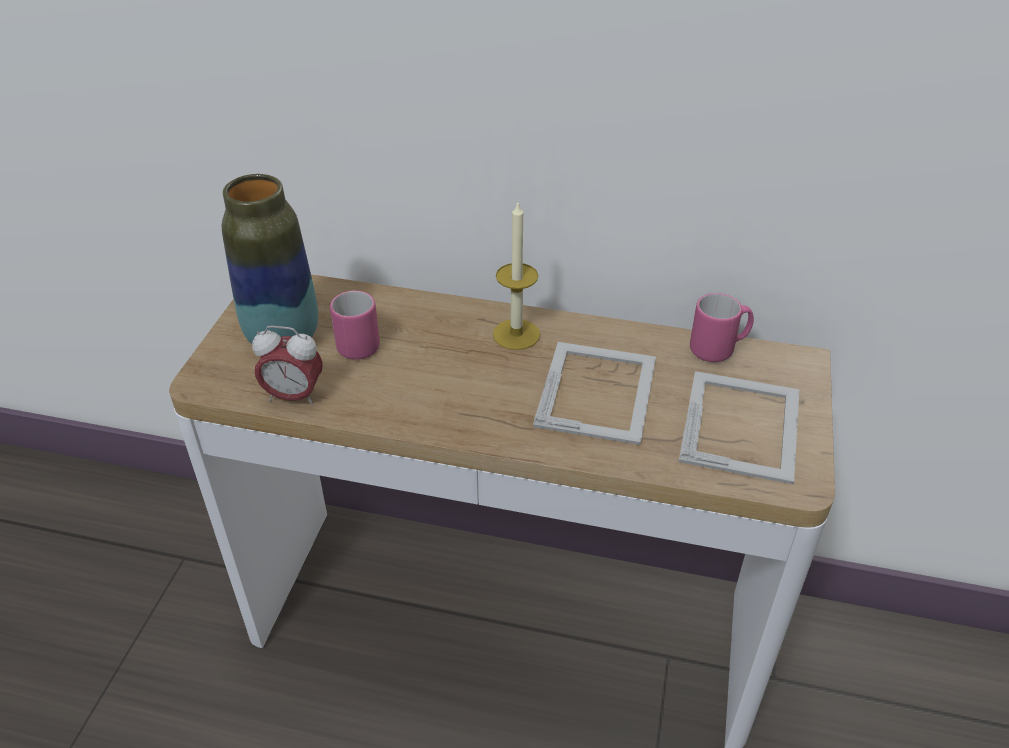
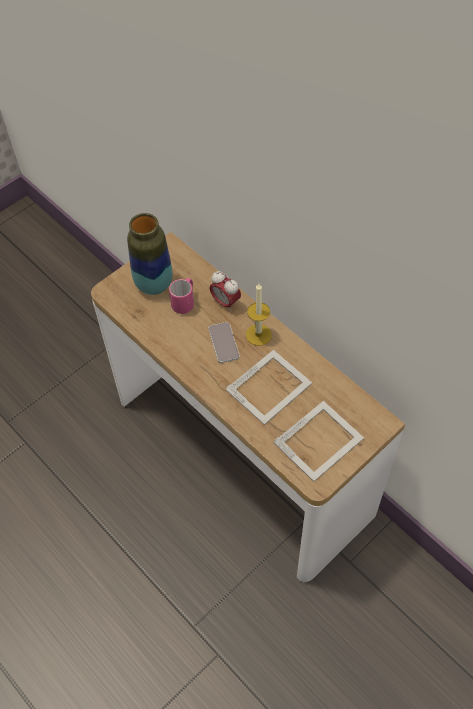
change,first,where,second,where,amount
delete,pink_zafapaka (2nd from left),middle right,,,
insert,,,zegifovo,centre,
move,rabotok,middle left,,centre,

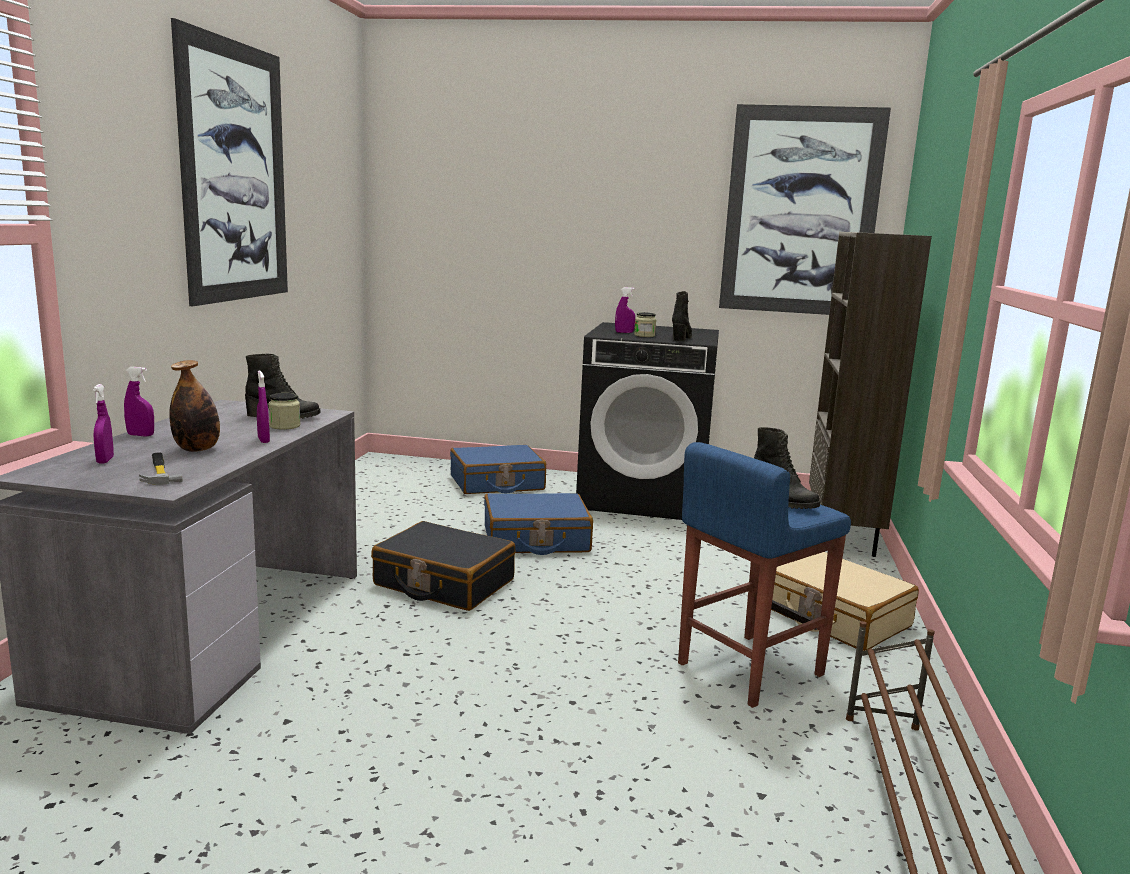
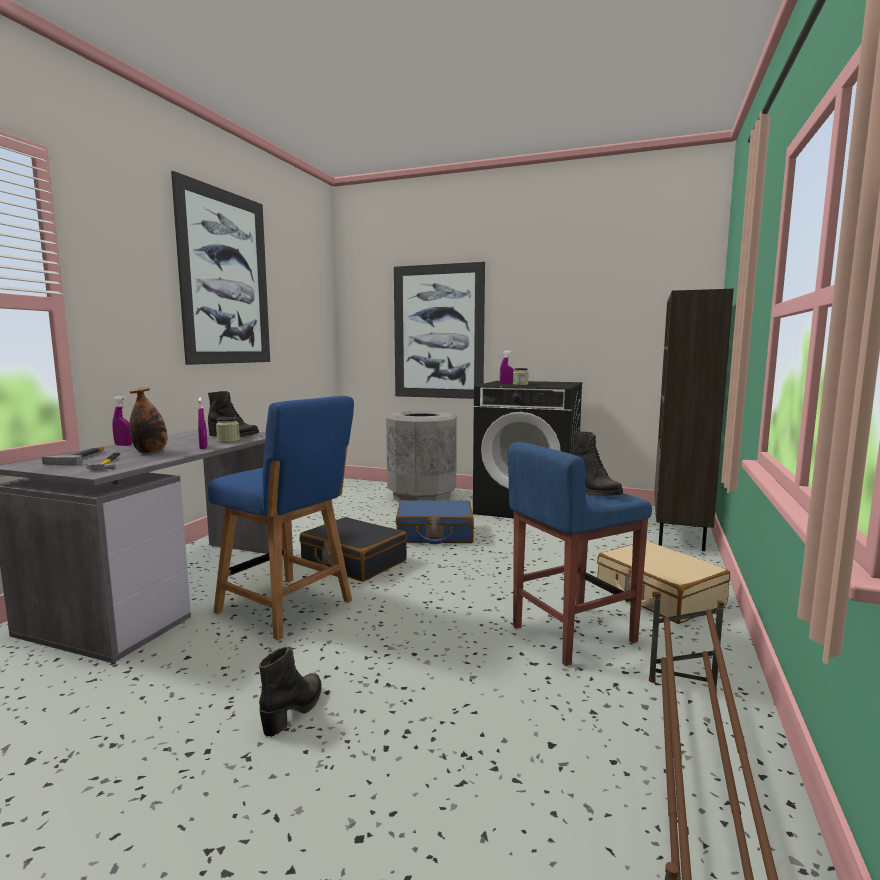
change,first,where,second,where,amount
insert,,,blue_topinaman,middle left,
move,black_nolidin (2nd from left),centre,,bottom left,
move,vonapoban (2nd from left),top right,,centre,
replace,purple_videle (1st from left),middle left,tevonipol (1st from left),middle left,
replace,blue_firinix (1st from left),centre,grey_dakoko,centre,

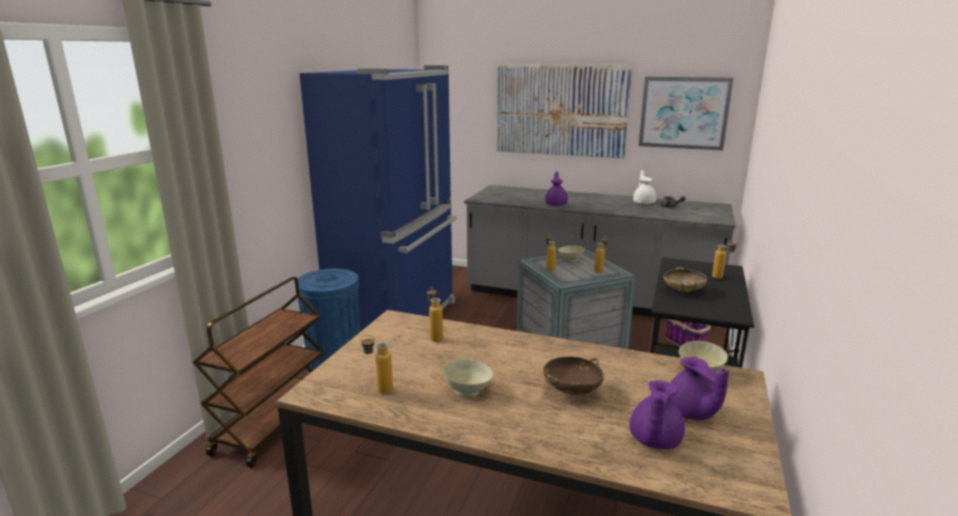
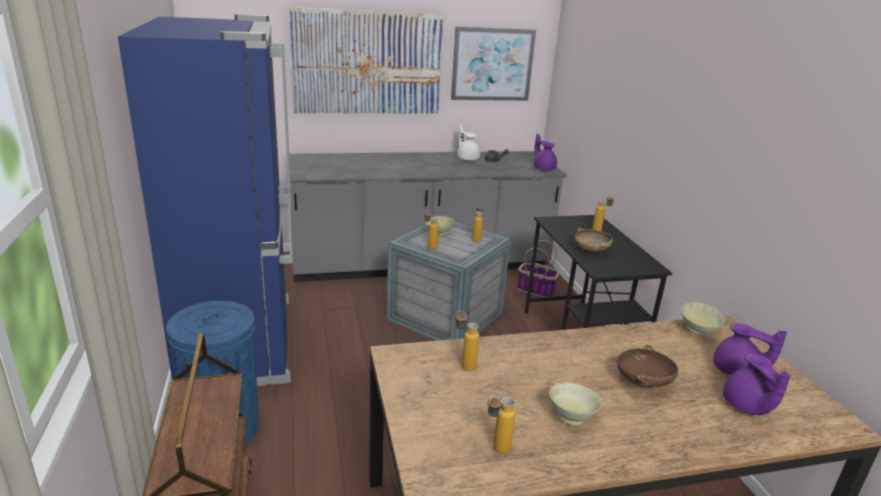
change,first,where,second,where,amount
move,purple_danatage (1st from left),centre,,top centre,

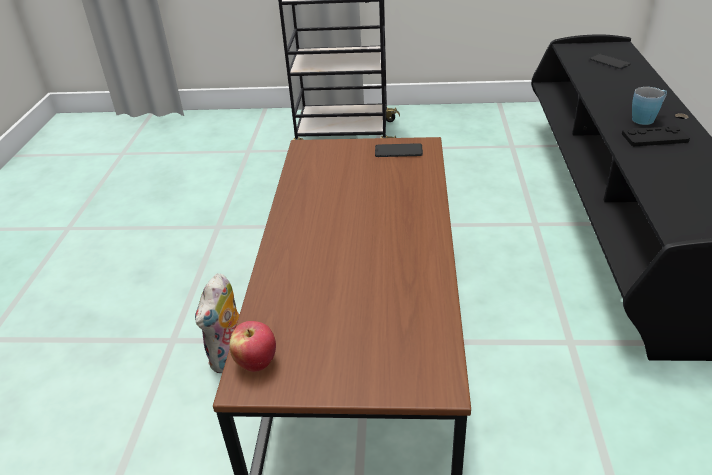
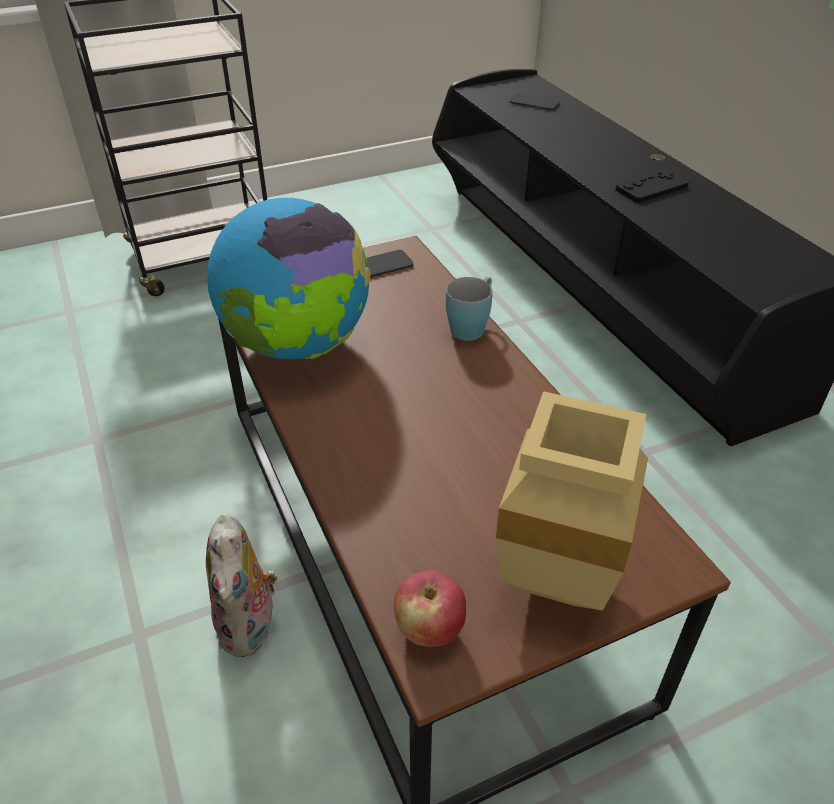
change,first,where,second,where,amount
insert,,,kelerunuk,centre,
insert,,,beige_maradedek,middle right,
move,blue_zafapaka,top right,,centre,

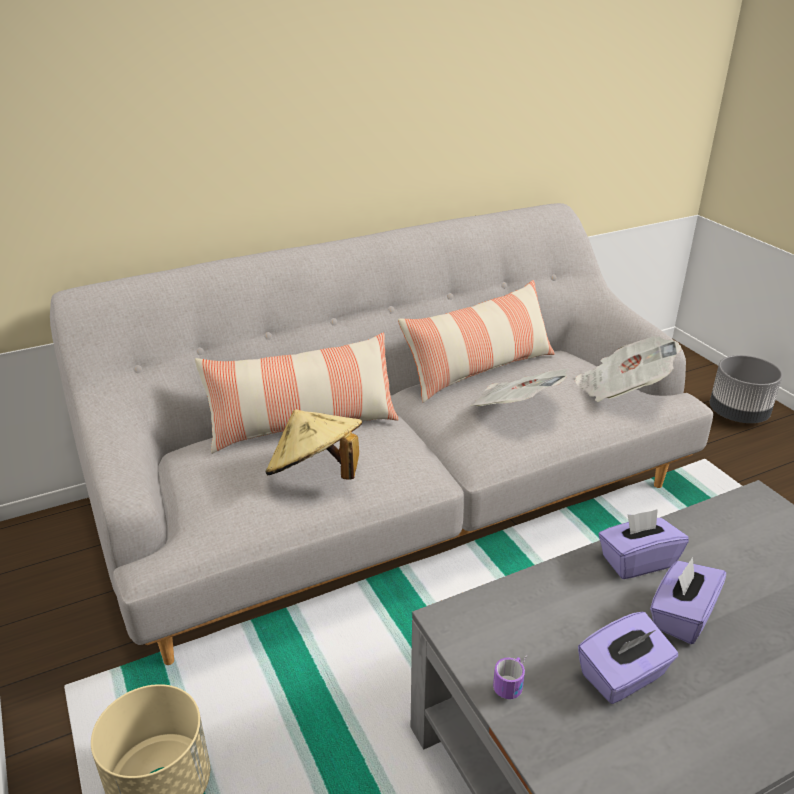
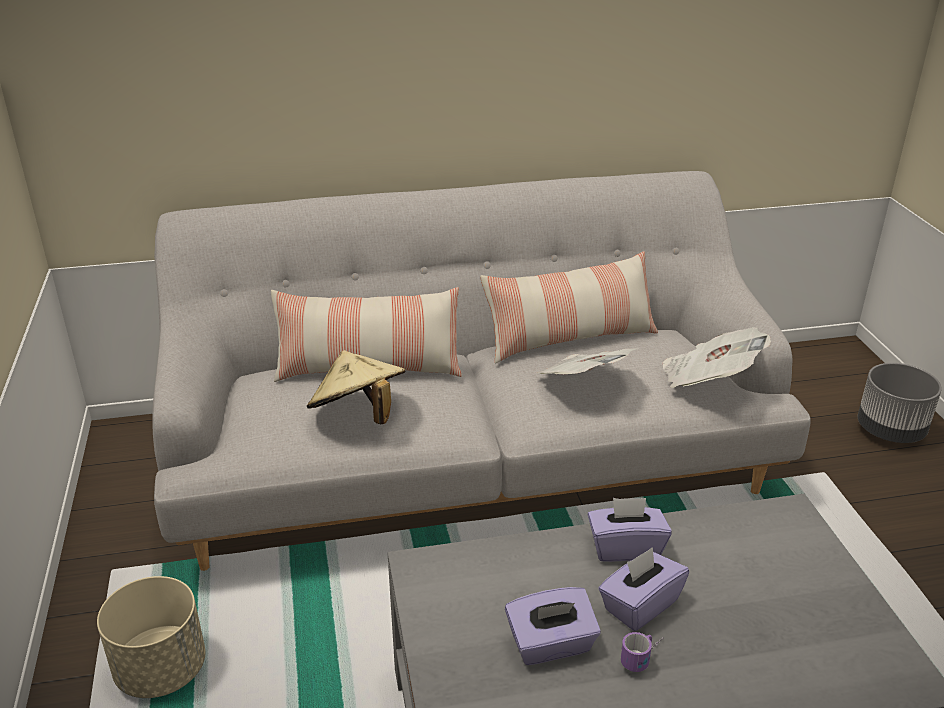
change,first,where,second,where,amount
move,zafapaka,bottom centre,,bottom right,

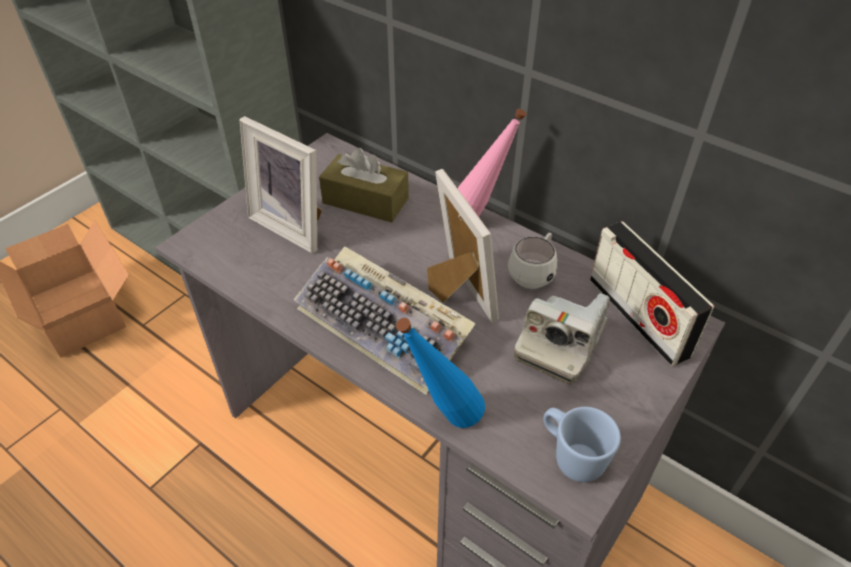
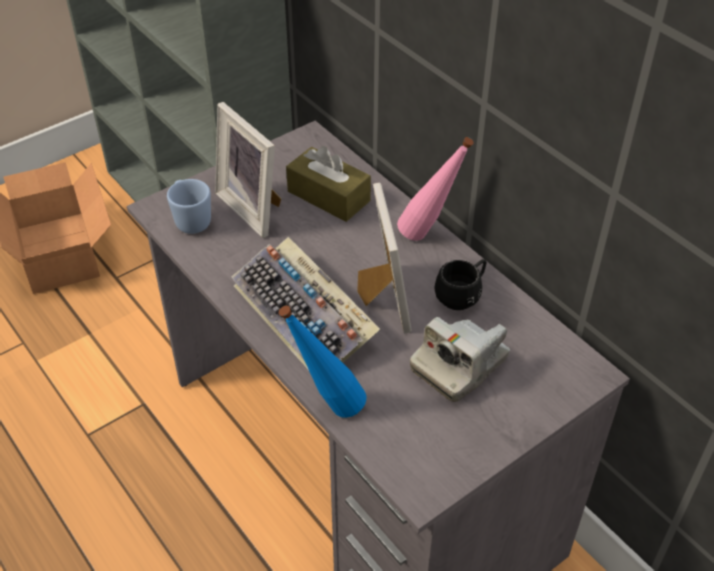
change,first,where,second,where,amount
delete,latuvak,middle right,,,
move,blue_zafapaka,bottom right,,middle left,
recolor,white_zafapaka,centre,black_zafapaka,centre,

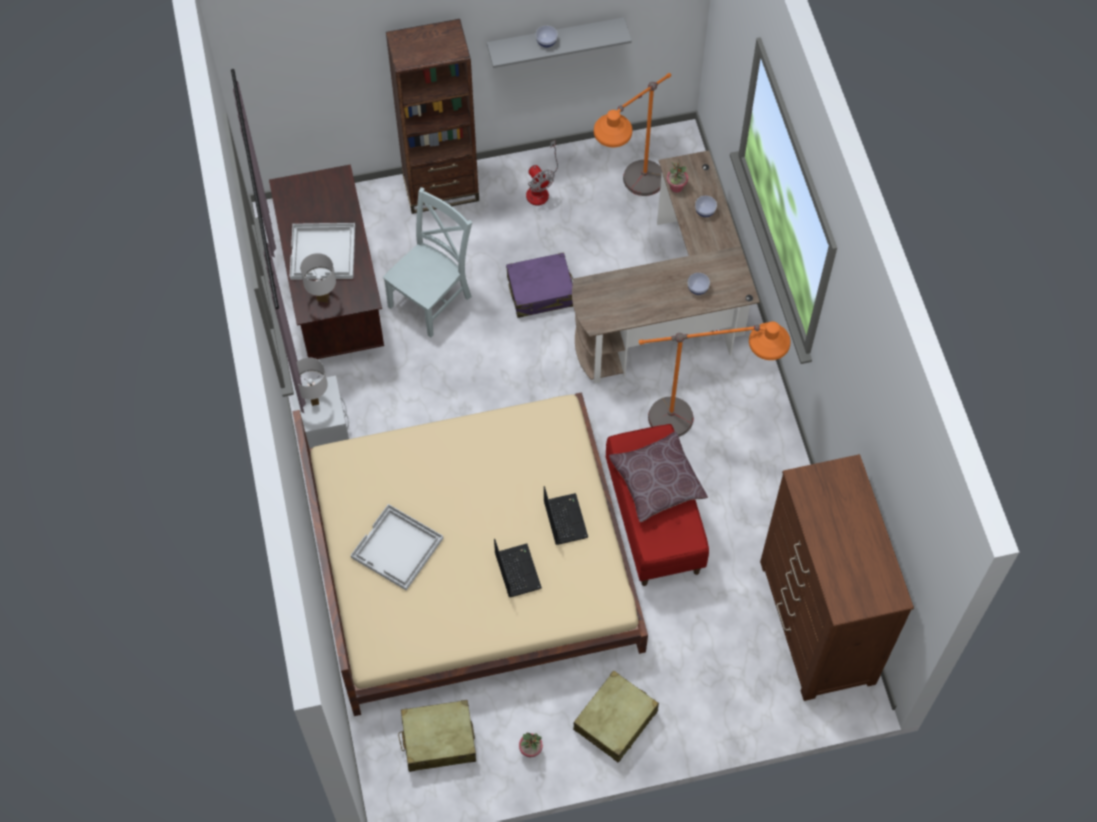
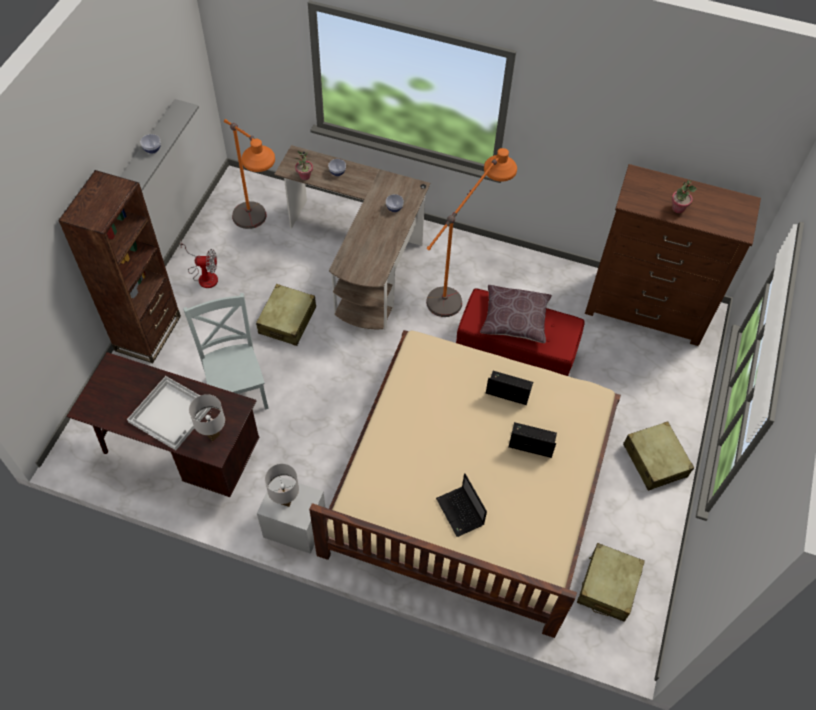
change,first,where,second,where,amount
move,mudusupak (1st from left in the first image),bottom centre,mudusupak (2nd from left),top right,
replace,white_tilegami (2nd from left),centre,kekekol (1st from left),bottom centre,
recolor,purple_firinix,centre,beige_firinix (1st from left),centre,

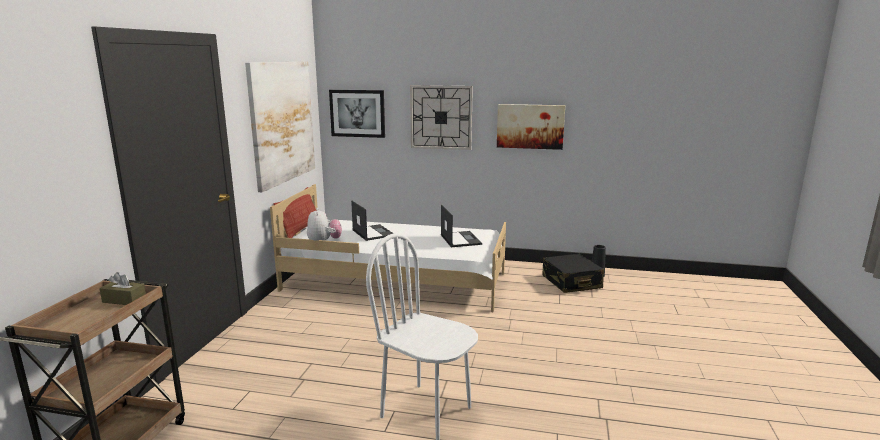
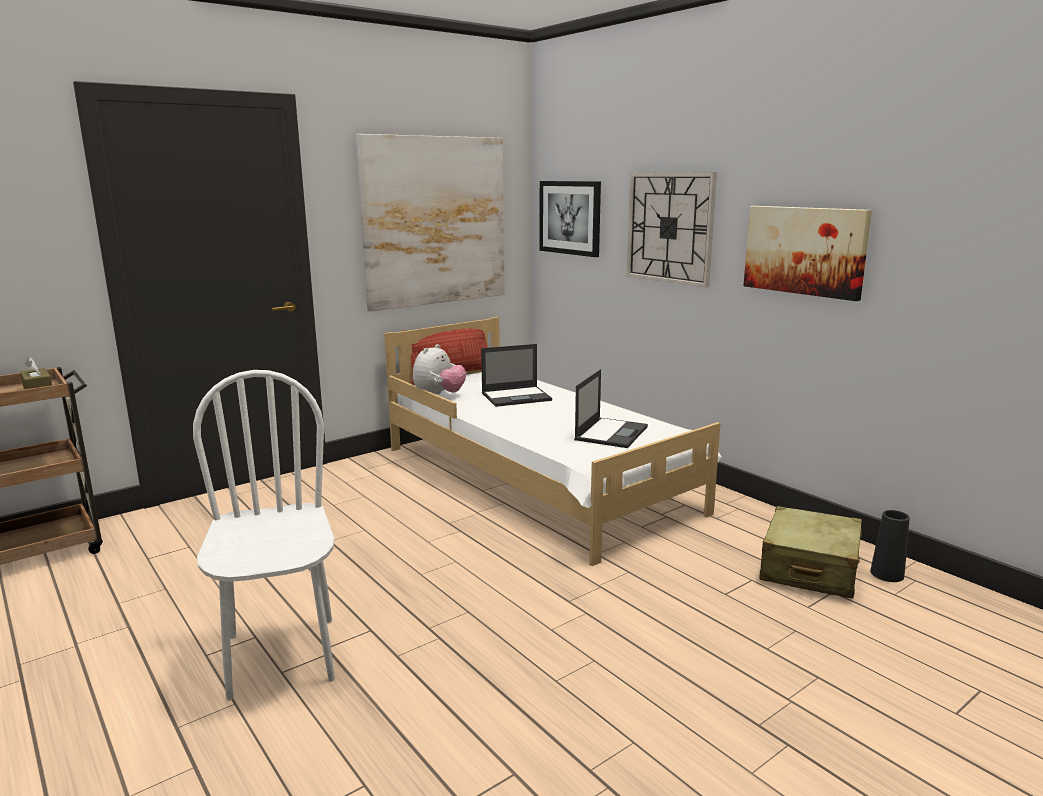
change,first,where,second,where,amount
recolor,black_firinix,centre,beige_firinix,bottom right,
rotate,kekekol (1st from left),centre,,centre,60 degrees clockwise

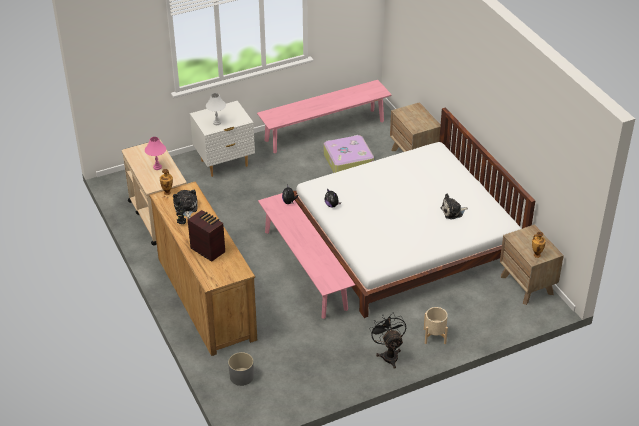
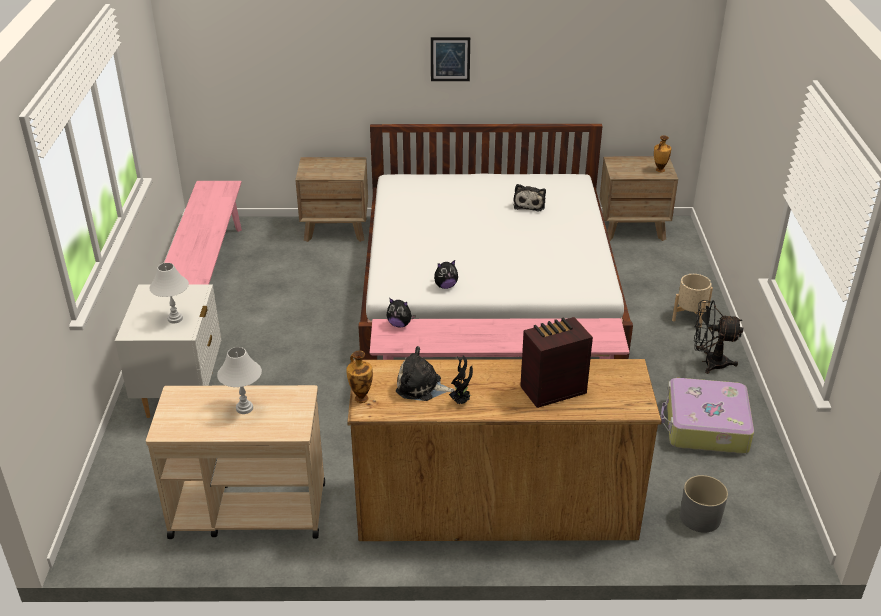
change,first,where,second,where,amount
insert,,,vonapoban,top centre,
move,firinix,centre,,bottom right,
recolor,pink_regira,middle left,white_regira (2nd from left),middle left,

